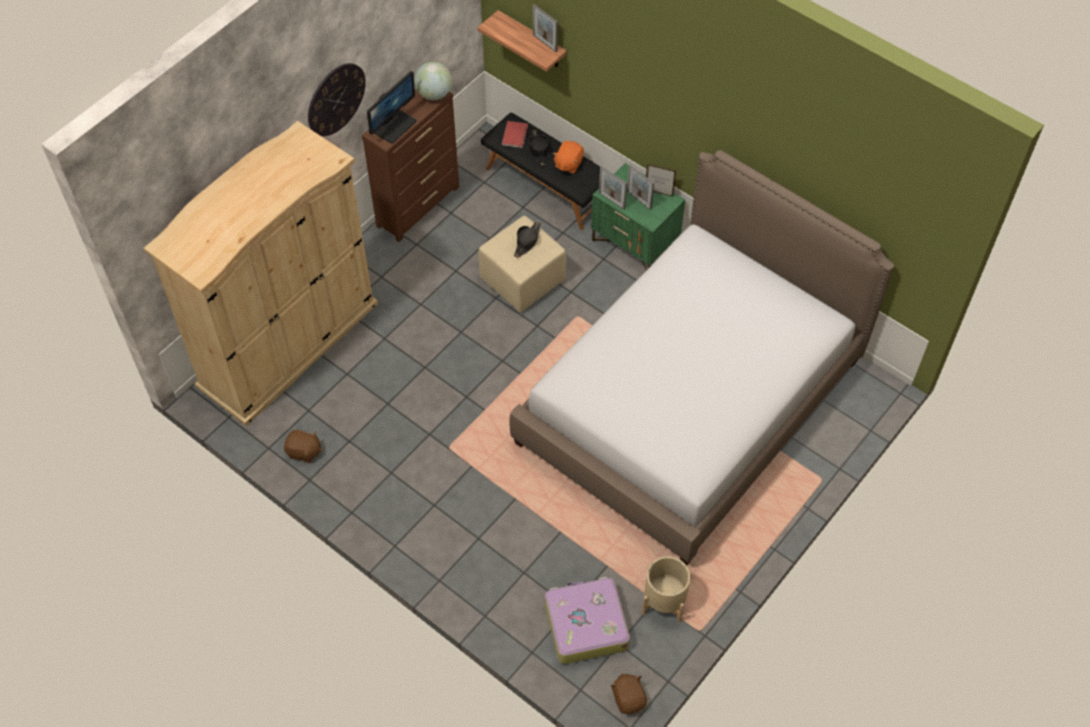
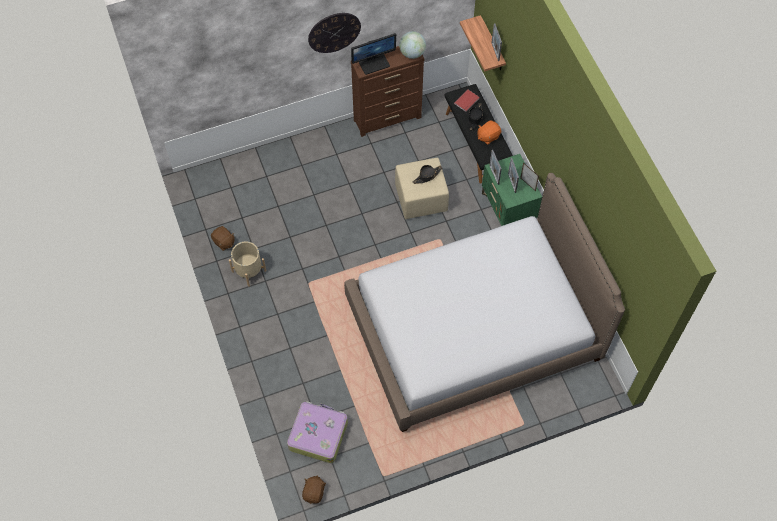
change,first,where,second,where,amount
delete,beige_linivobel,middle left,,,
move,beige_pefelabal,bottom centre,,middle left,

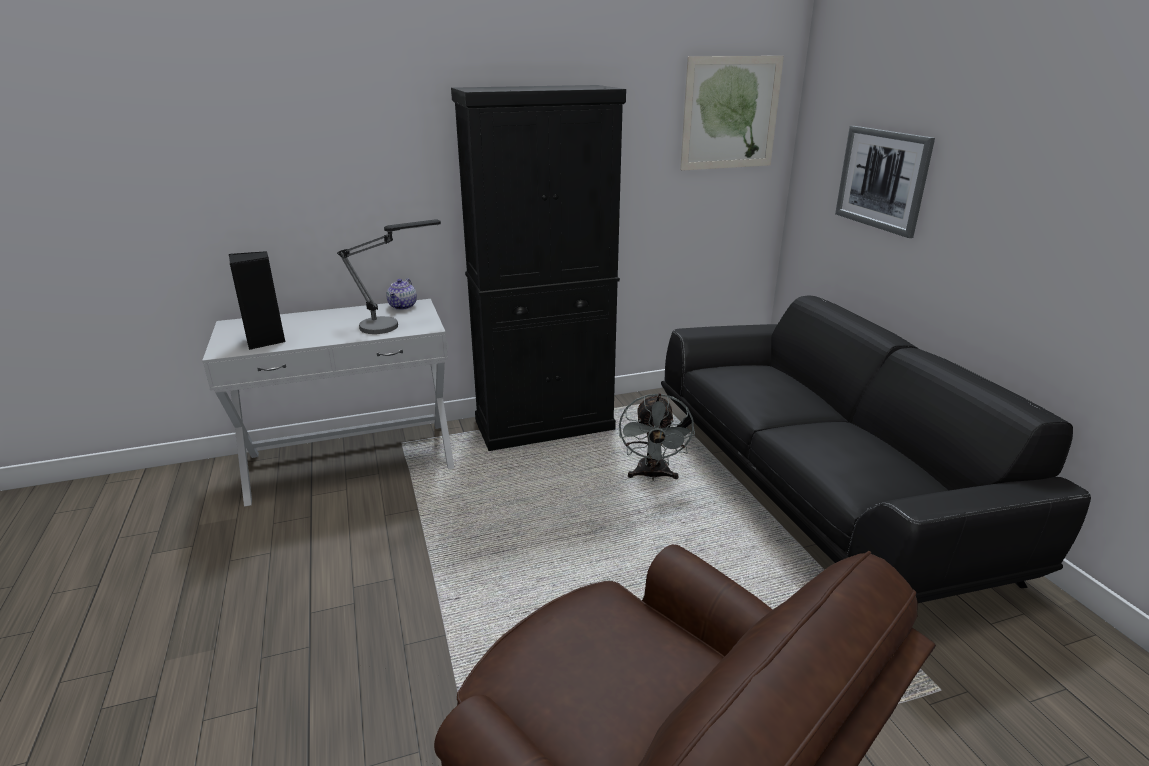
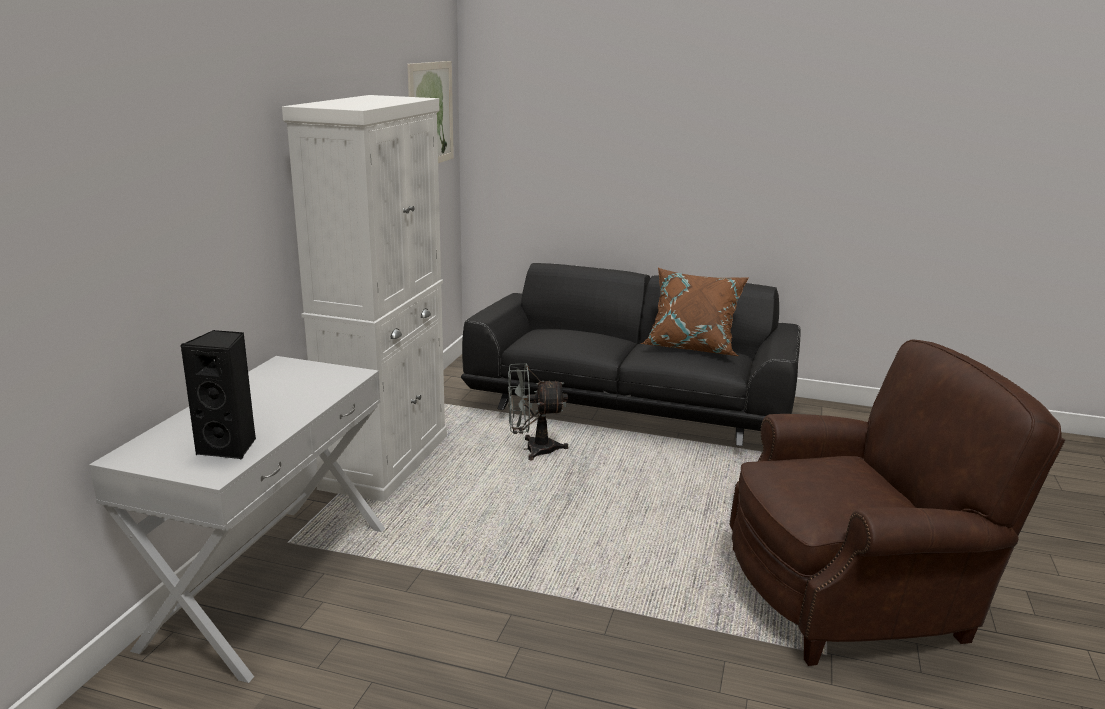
change,first,where,second,where,amount
delete,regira,centre,,,
delete,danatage,centre,,,
delete,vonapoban (2nd from left),top right,,,
insert,,,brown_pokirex,centre,
recolor,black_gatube,centre,white_gatube,middle left,
rotate,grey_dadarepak,centre,,centre,135 degrees clockwise

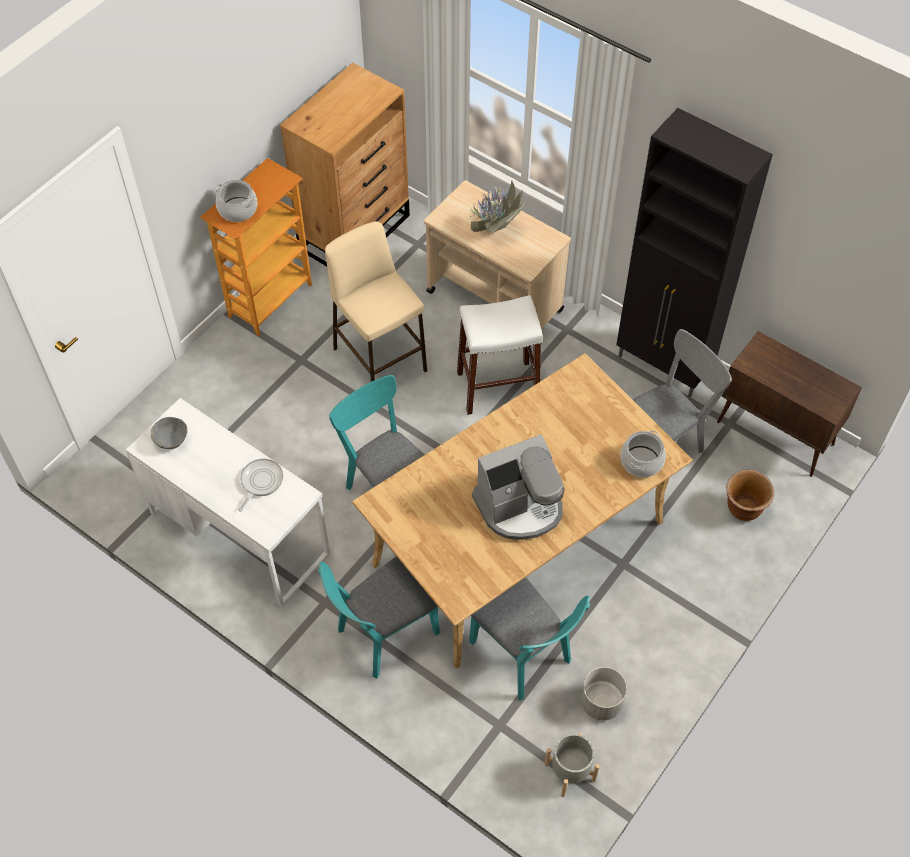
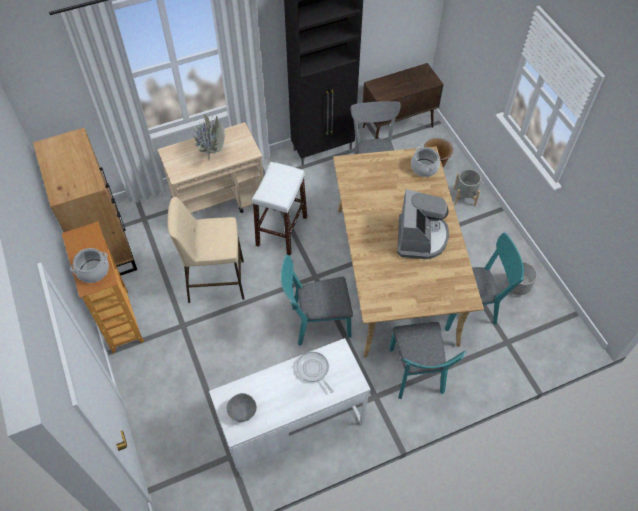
change,first,where,second,where,amount
move,grey_pefelabal (1st from left),bottom centre,,middle right,

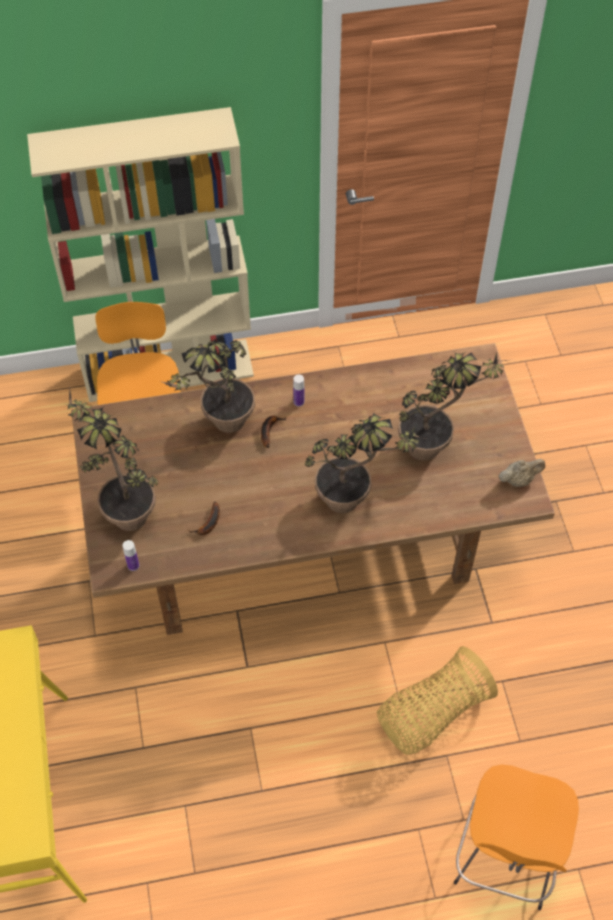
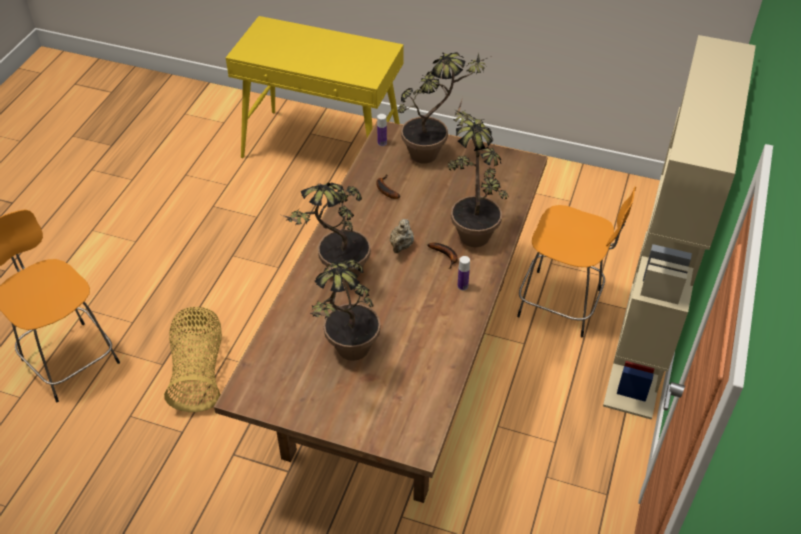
change,first,where,second,where,amount
move,beige_danatage,middle right,,centre,

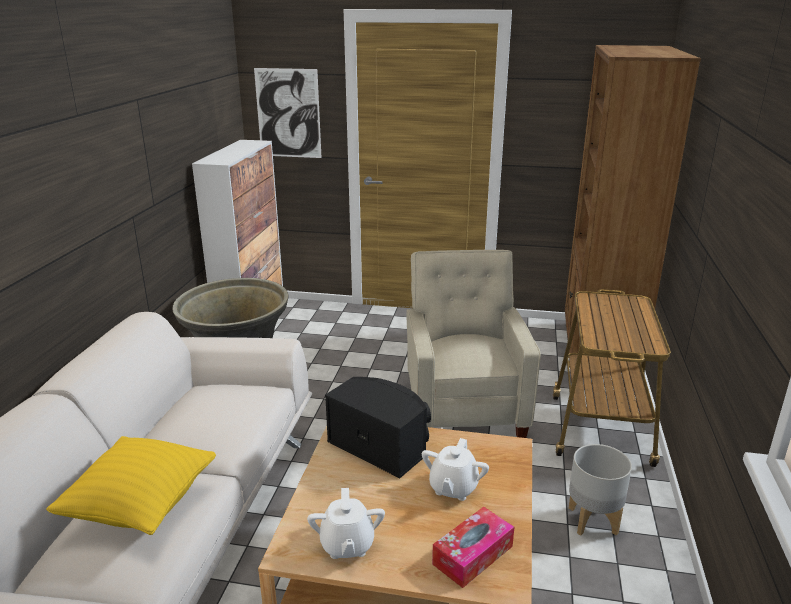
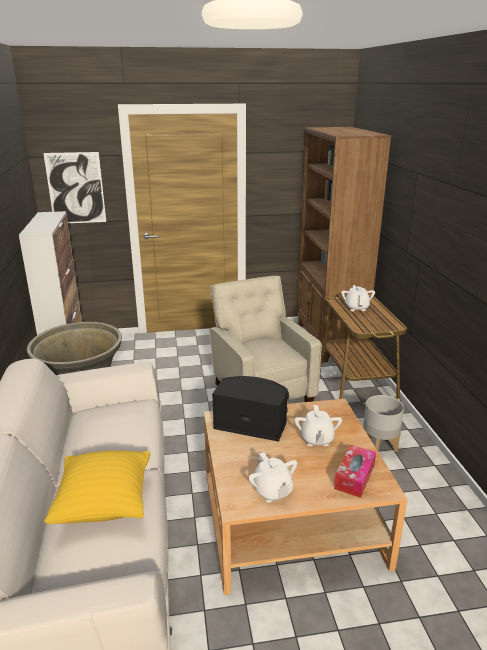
change,first,where,second,where,amount
insert,,,white_danatage (3rd from left),middle right,

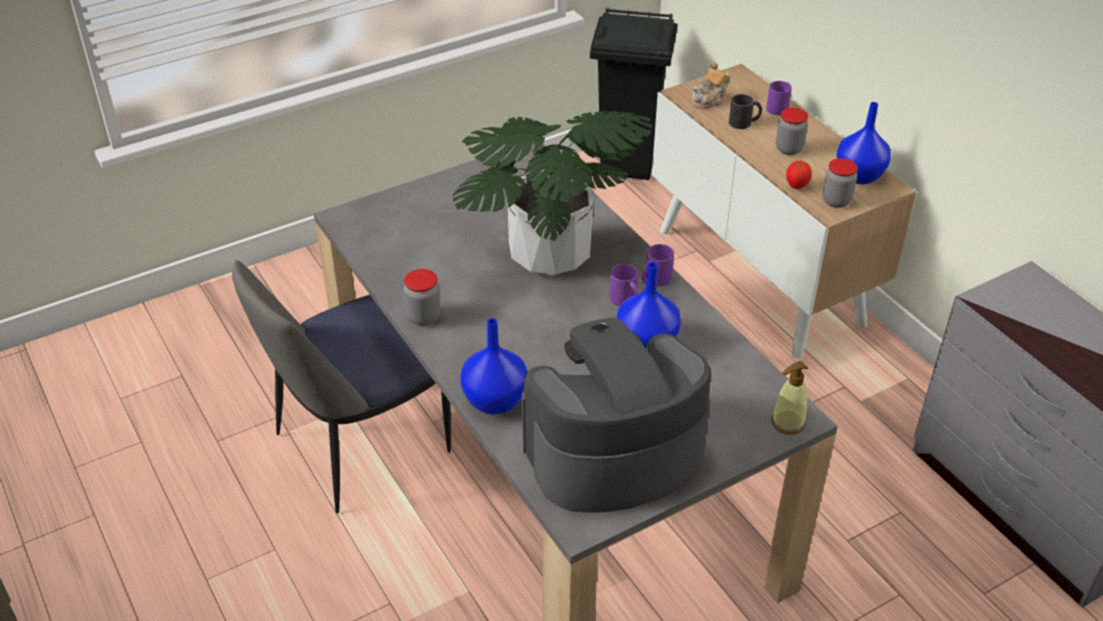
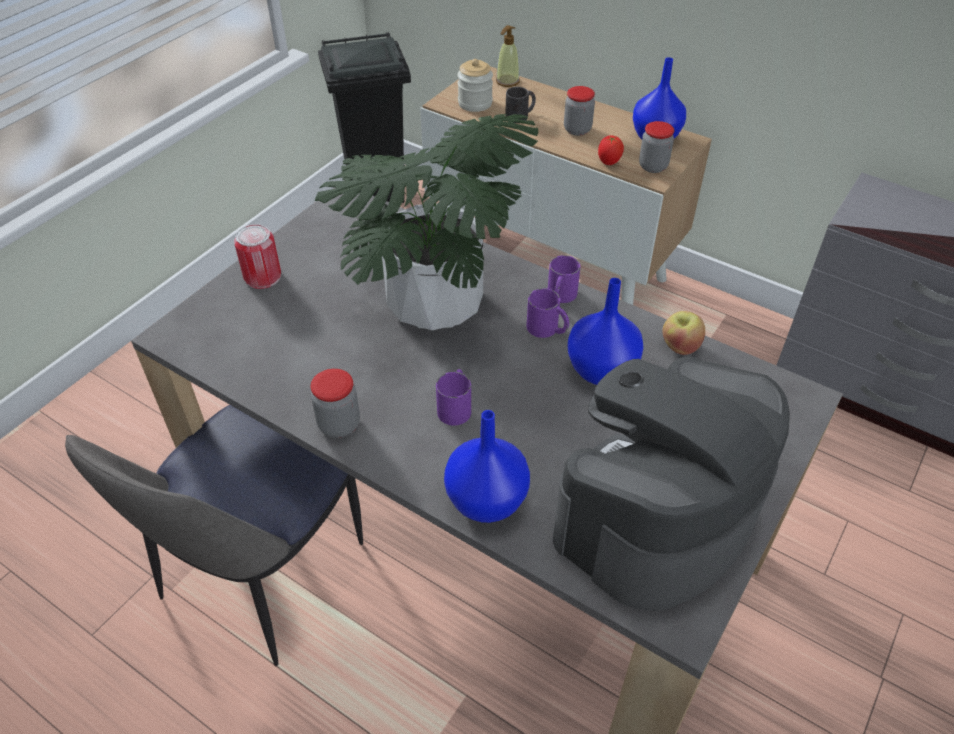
change,first,where,second,where,amount
insert,,,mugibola,middle left,
insert,,,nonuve,middle right,
move,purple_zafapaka (3rd from left in the first image),top right,purple_zafapaka (1st from left),centre,
move,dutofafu,middle right,,top centre,
replace,danatage,top centre,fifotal (2nd from left),top centre,

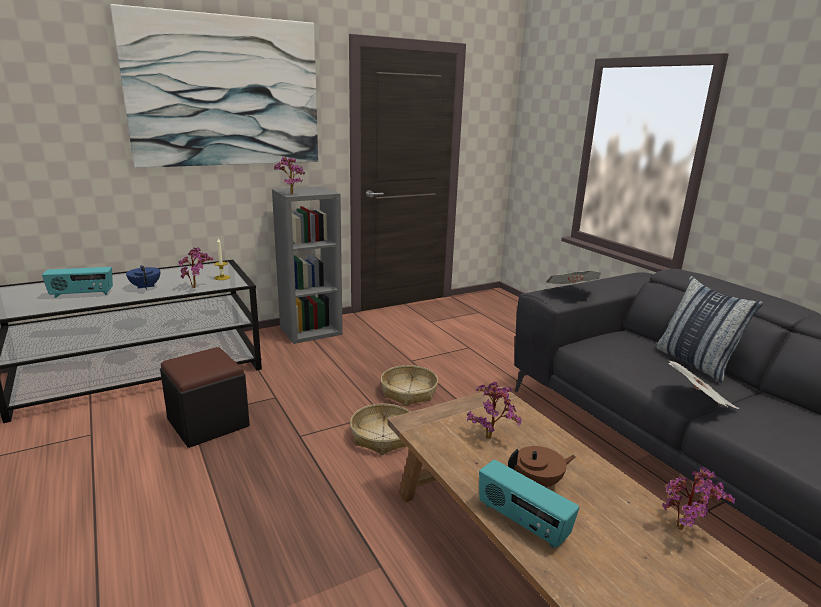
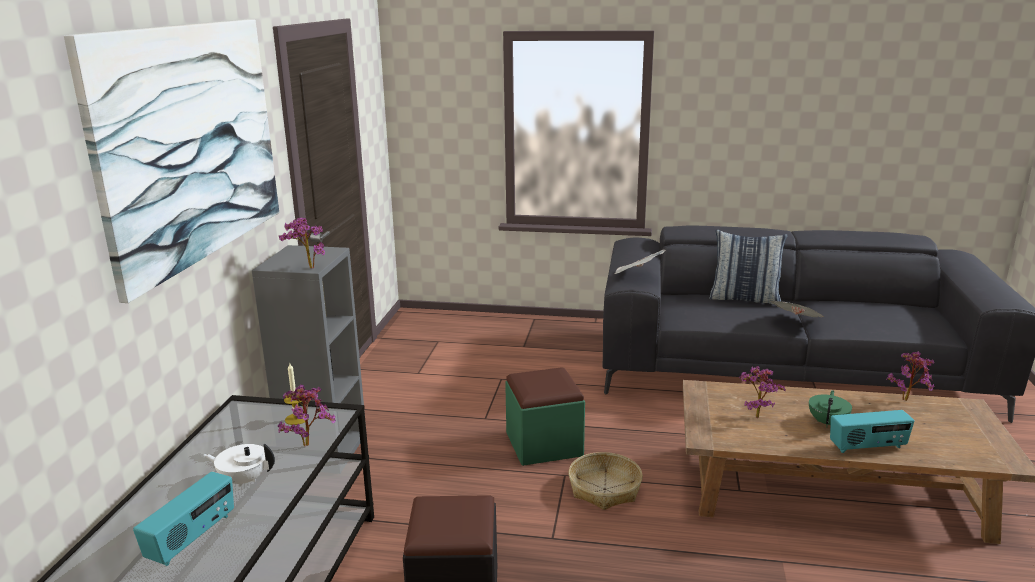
change,first,where,second,where,amount
replace,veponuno (2nd from left),centre,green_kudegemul,bottom centre,
recolor,blue_danatage,middle left,white_danatage,bottom left,
recolor,brown_danatage,bottom centre,green_danatage,bottom right,

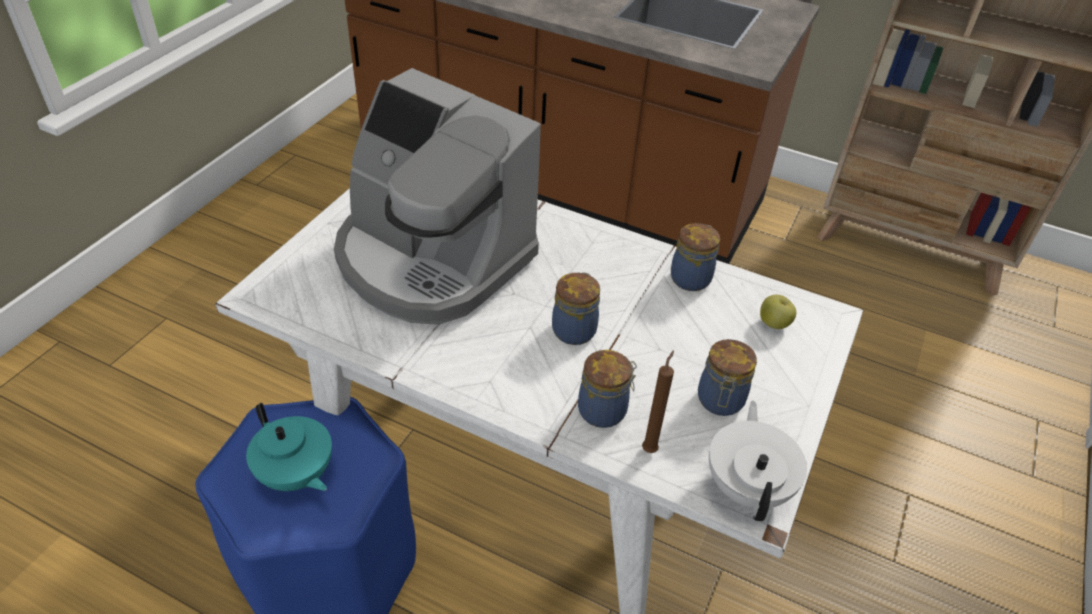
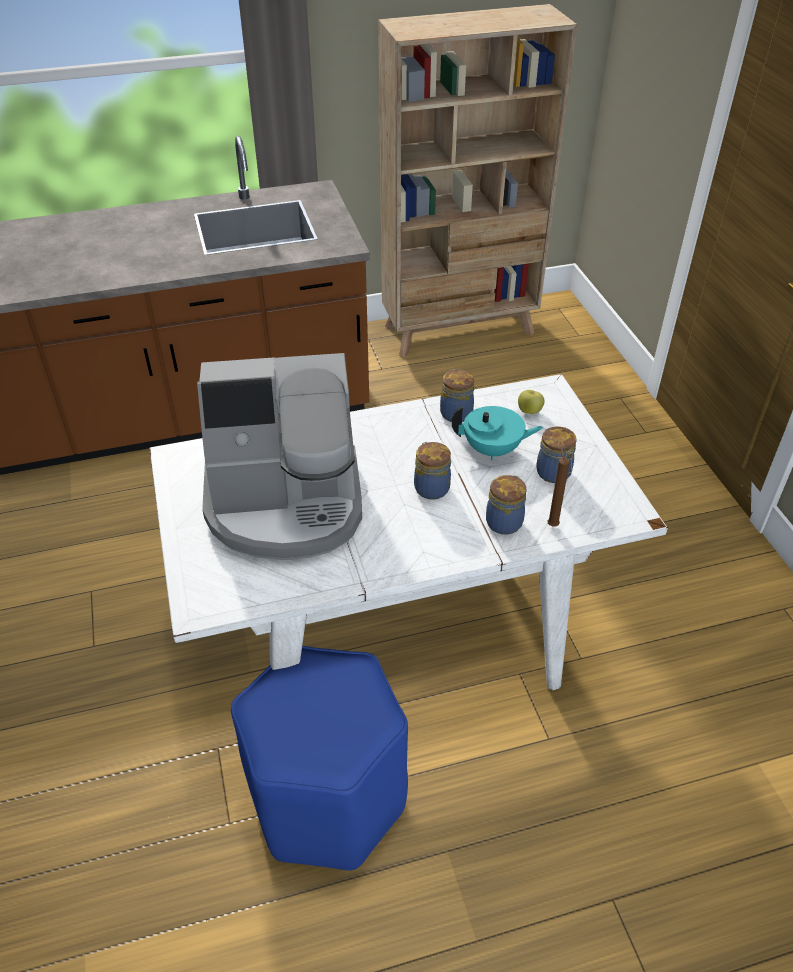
change,first,where,second,where,amount
delete,white_danatage,bottom right,,,
move,turquoise_danatage,bottom left,,centre,

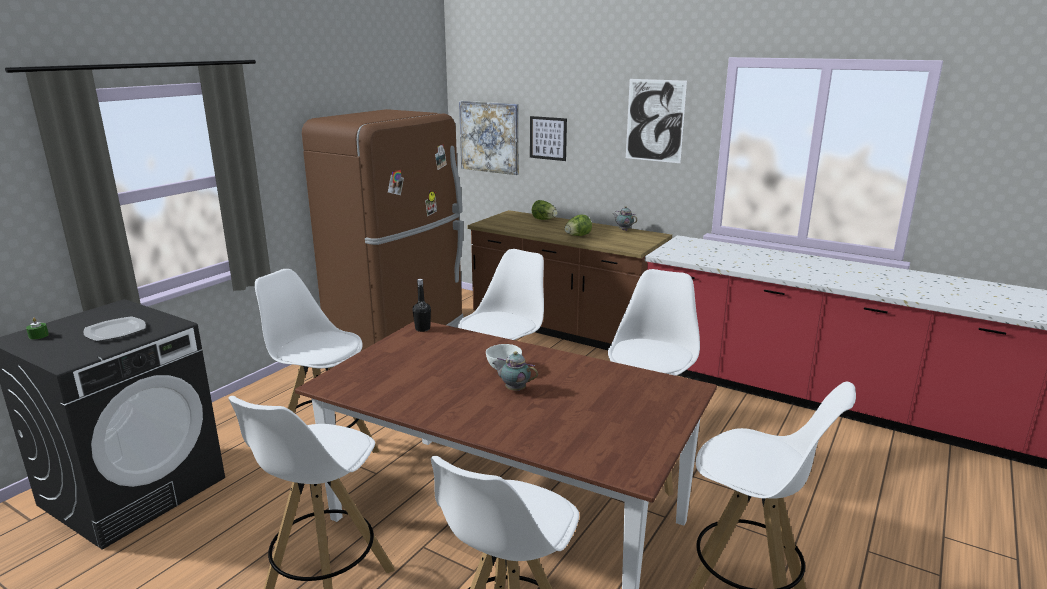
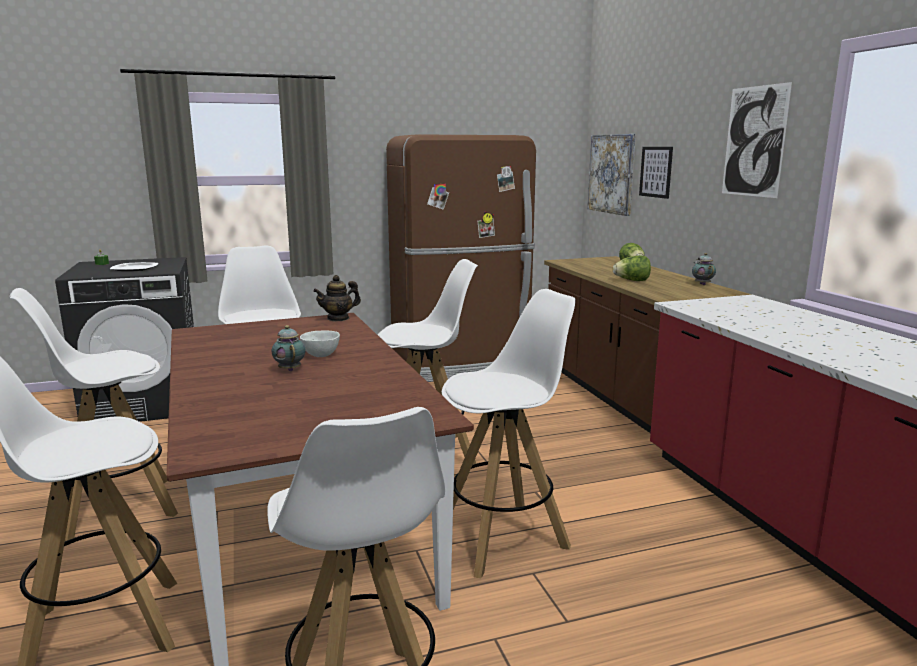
change,first,where,second,where,amount
replace,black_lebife,centre,danatage (2nd from left),centre,

